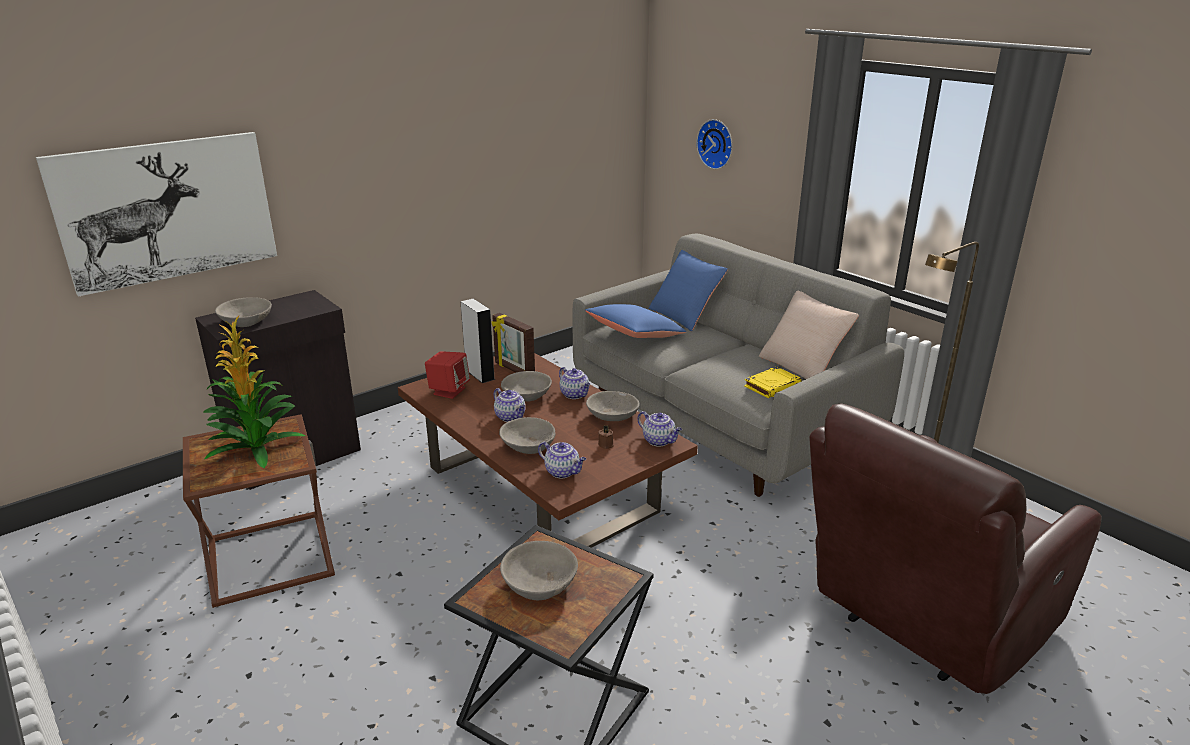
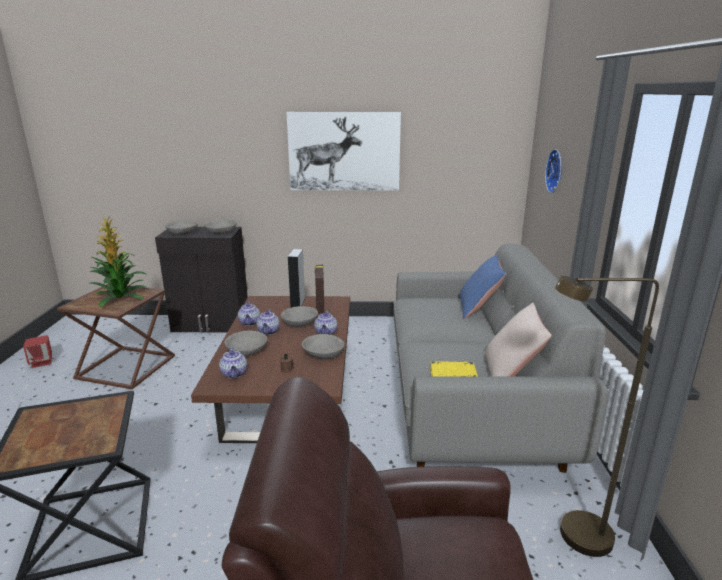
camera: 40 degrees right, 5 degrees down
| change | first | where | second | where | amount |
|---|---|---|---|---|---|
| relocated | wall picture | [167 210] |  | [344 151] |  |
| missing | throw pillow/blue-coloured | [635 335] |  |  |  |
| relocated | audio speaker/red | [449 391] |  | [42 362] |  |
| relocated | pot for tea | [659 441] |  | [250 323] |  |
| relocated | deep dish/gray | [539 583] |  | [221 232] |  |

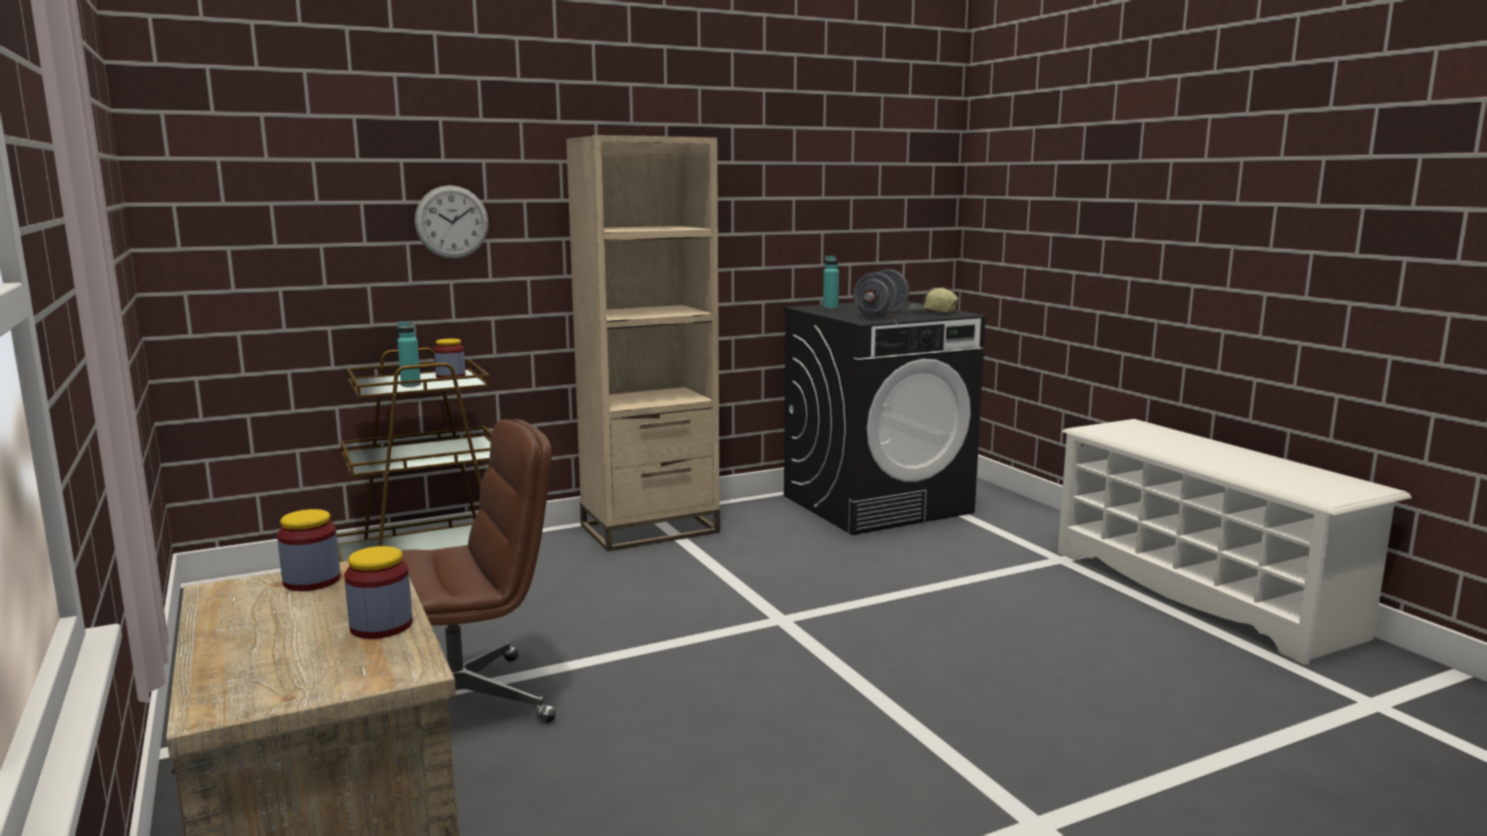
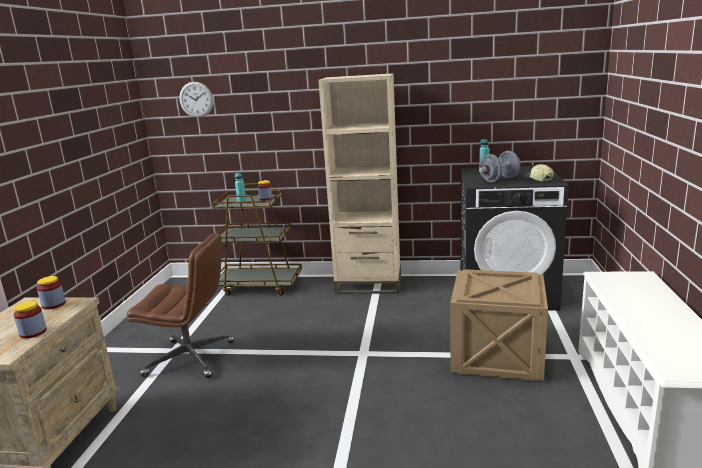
camera: 35 degrees right, 5 degrees up
| change | first | where | second | where | amount |
|---|---|---|---|---|---|
| relocated | hanging clock | [452 222] |  | [196 99] |  |
| appeared |  |  | crate | [495 356] |  |

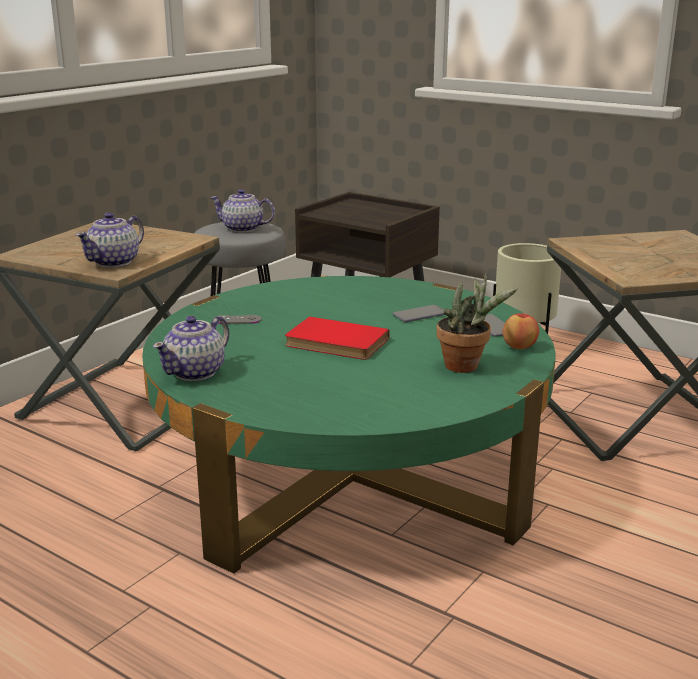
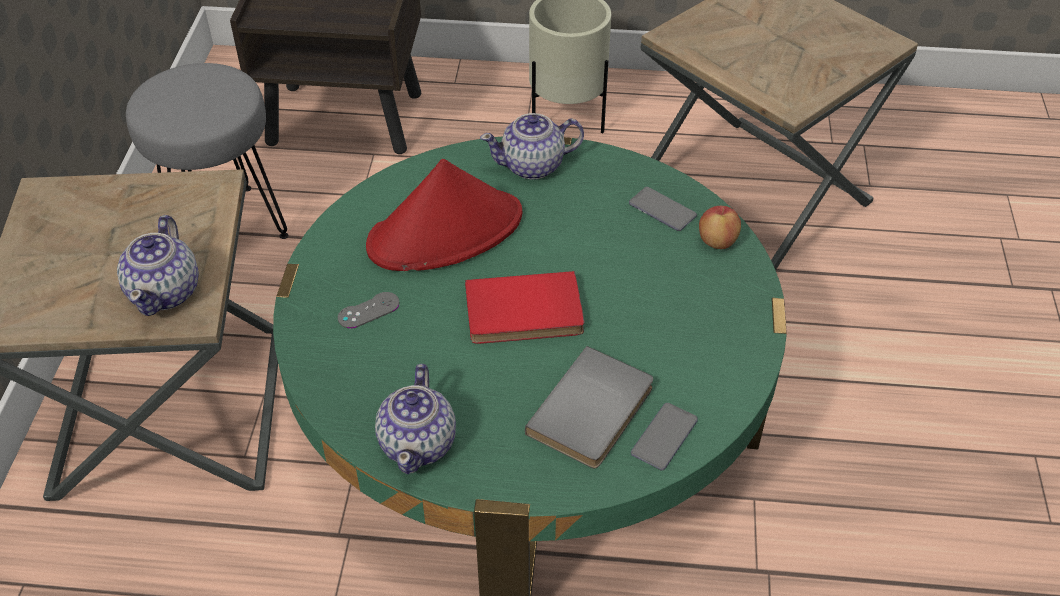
camera: 30 degrees left, 25 degrees up
| change | first | where | second | where | amount |
|---|---|---|---|---|---|
| relocated | pot for tea | [243 229] |  | [533 166] |  |
| missing | plant in a pot | [466 367] |  |  |  |
| relocated | phone | [420 315] |  | [664 437] |  |
| appeared |  |  | hat/red | [446 231] |  |
| appeared |  |  | bound book/gray | [594 412] |  |

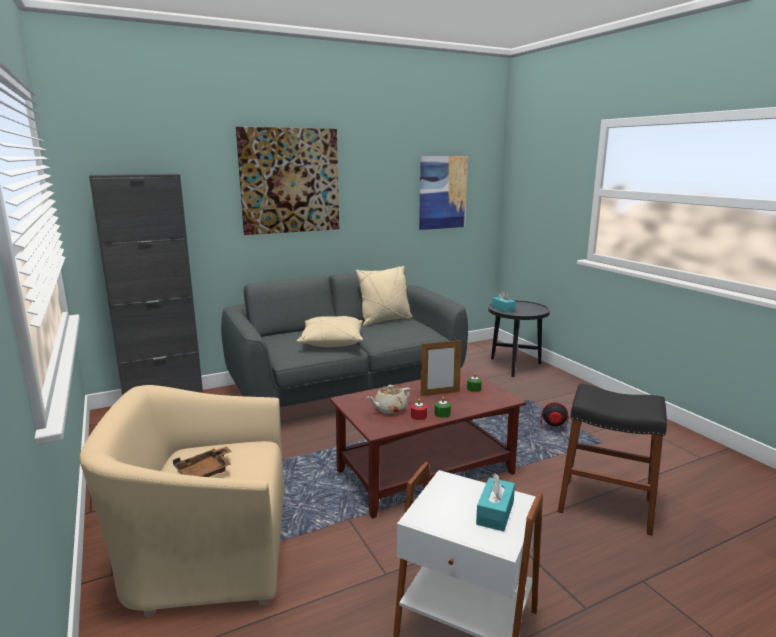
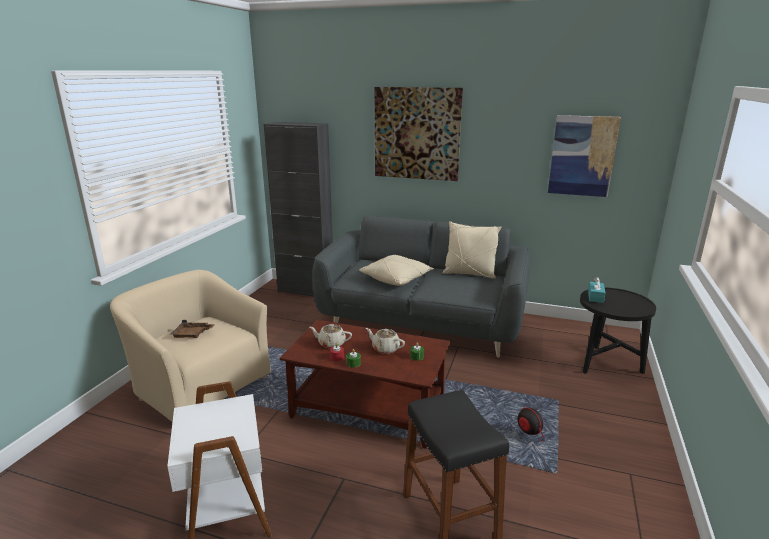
camera: 45 degrees right, 5 degrees up
| change | first | where | second | where | amount |
|---|---|---|---|---|---|
| exchanged | photo frame | [440 393] | pot for tea/beige-coloured | [385 348] |  |
| missing | box of tissues/blue-green | [495 513] |  |  |  |

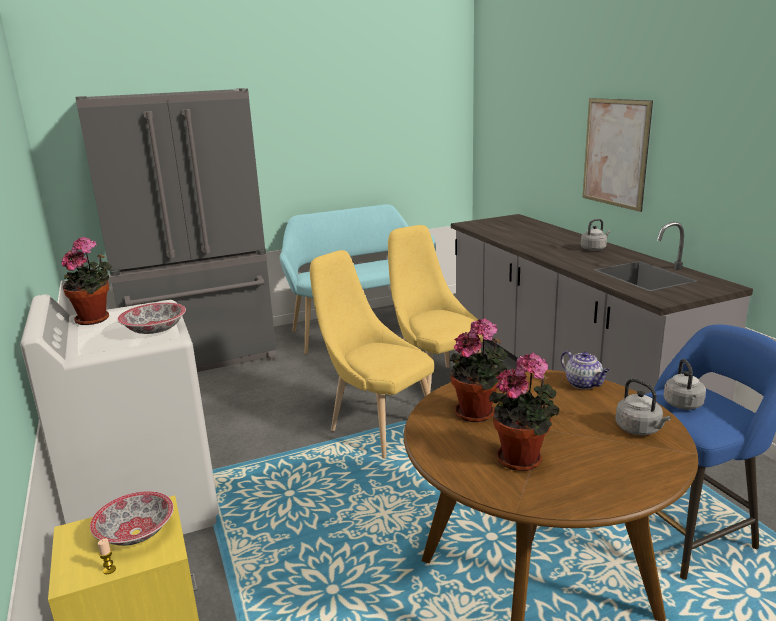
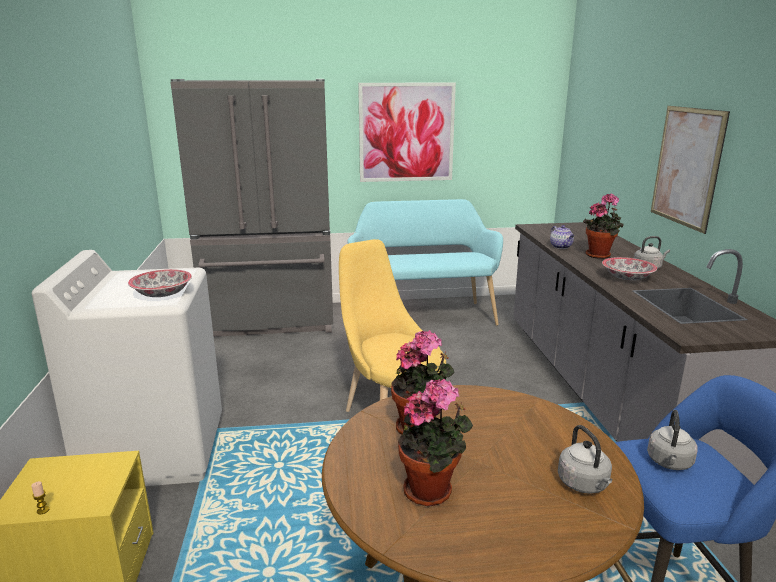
camera: 15 degrees right, 0 degrees up
| change | first | where | second | where | amount |
|---|---|---|---|---|---|
| missing | upright chair/yellowish | [436 384] |  |  |  |
| relocated | plant in a pot | [96 319] |  | [600 255] |  |
| relocated | pot for tea | [584 384] |  | [561 247] |  |
| relocated | deep dish | [135 533] |  | [627 278] |  |
| appeared |  |  | wall picture | [406 132] |  |

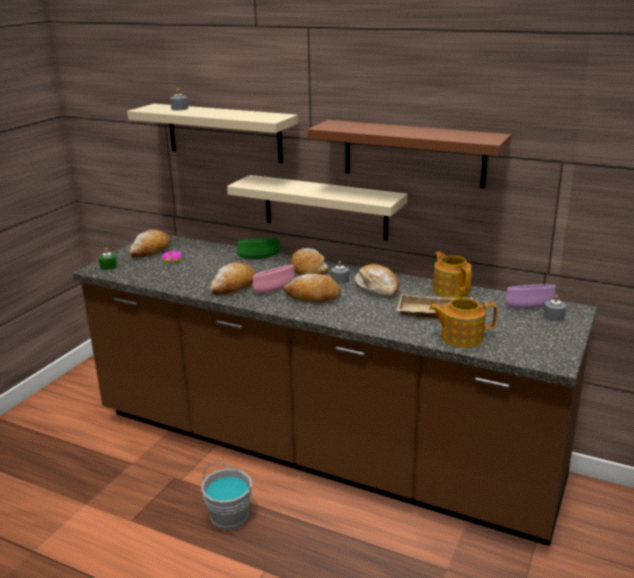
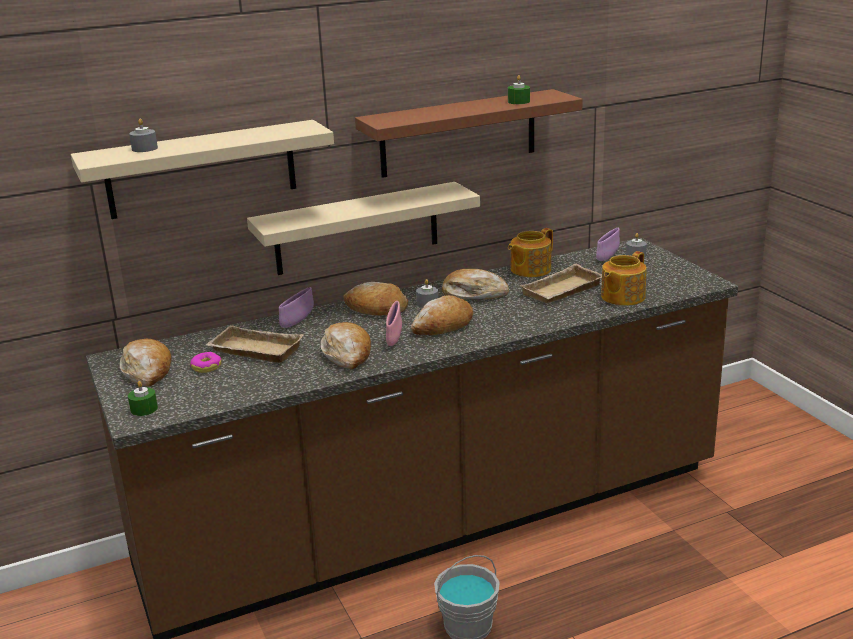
camera: 50 degrees left, 0 degrees up
| change | first | where | second | where | amount |
|---|---|---|---|---|---|
| colour | deep dish/greenish | [259 258] | deep dish/purplish | [297 321] |  |
| spun | pot for tea | [451 290] |  | [529 270] | 60 degrees counterclockwise |
| appeared |  |  | candle/greenish | [518 101] |  |
| appeared |  |  | serving tray/beige-coloured | [253 351] |  |

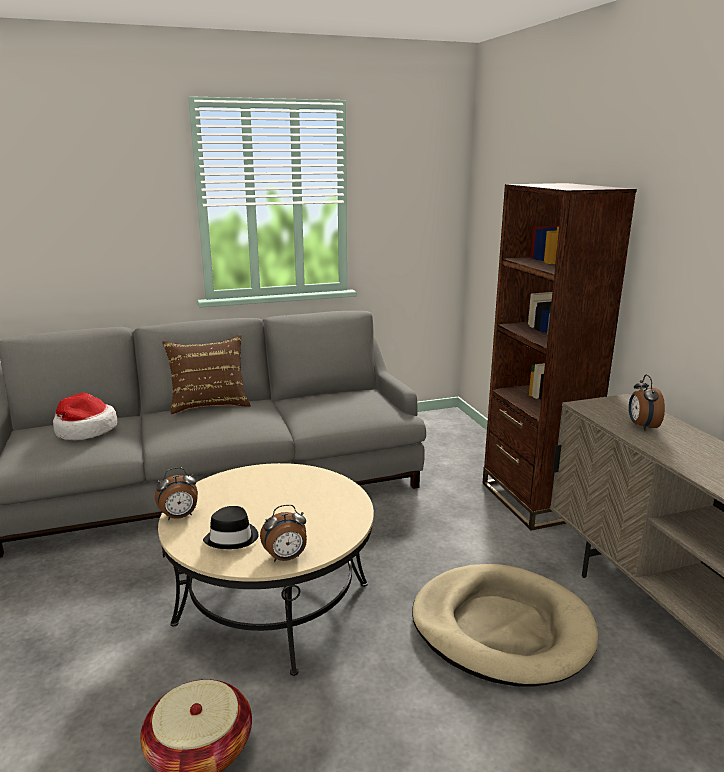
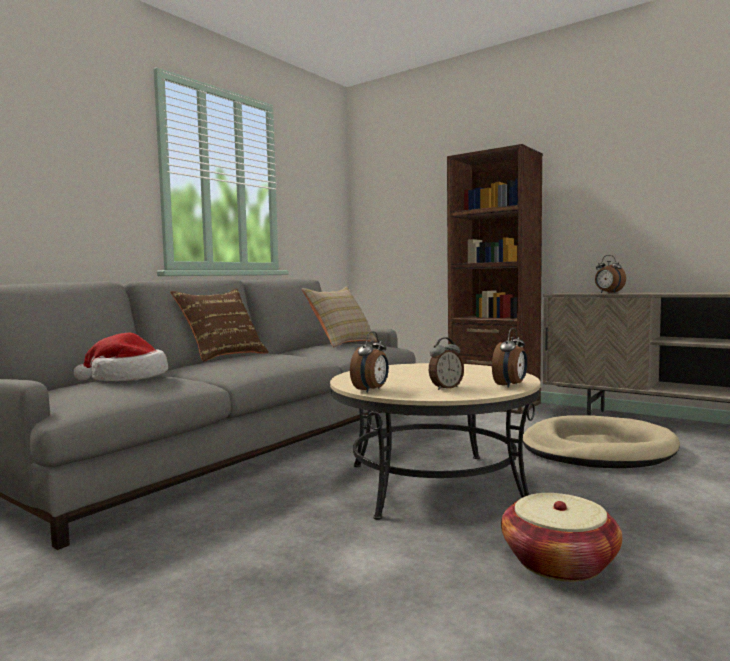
camera: 35 degrees left, 15 degrees down
| change | first | where | second | where | amount |
|---|---|---|---|---|---|
| exchanged | hat/black | [232 537] | table clock | [445 388] |  |
| appeared |  |  | throw pillow/beige-coloured | [342 344] |  |

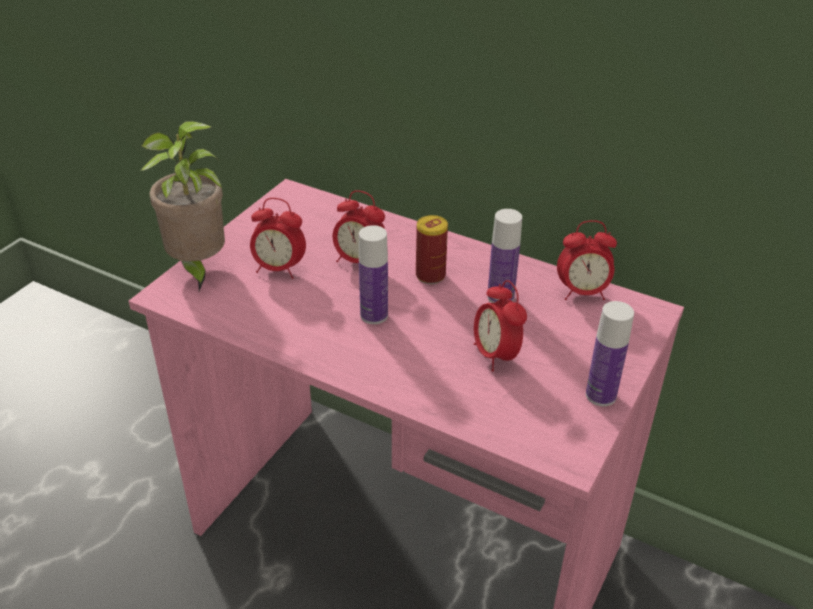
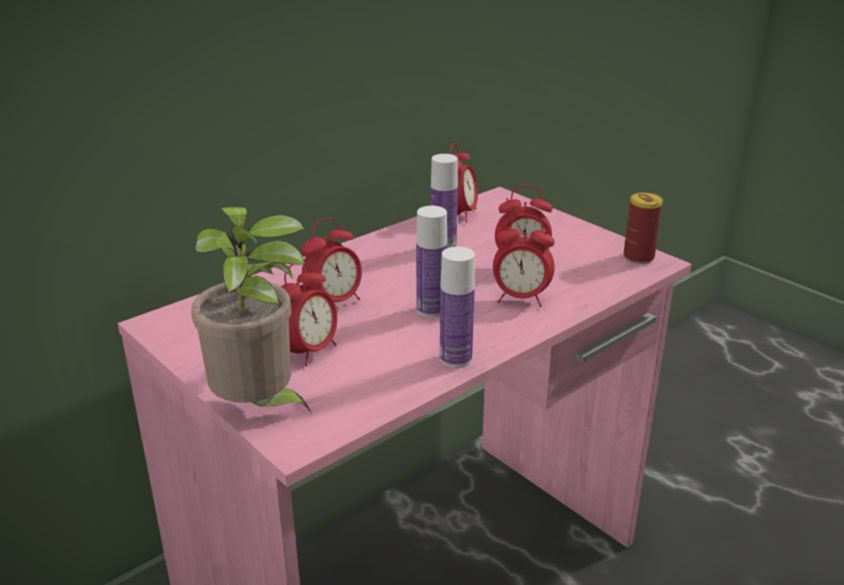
camera: 70 degrees left, 10 degrees down
| change | first | where | second | where | amount |
|---|---|---|---|---|---|
| relocated | can | [430 275] |  | [638 257] |  |
| relocated | bottle | [600 395] |  | [455 358] |  |
| appeared |  |  | table clock | [521 299] |  |

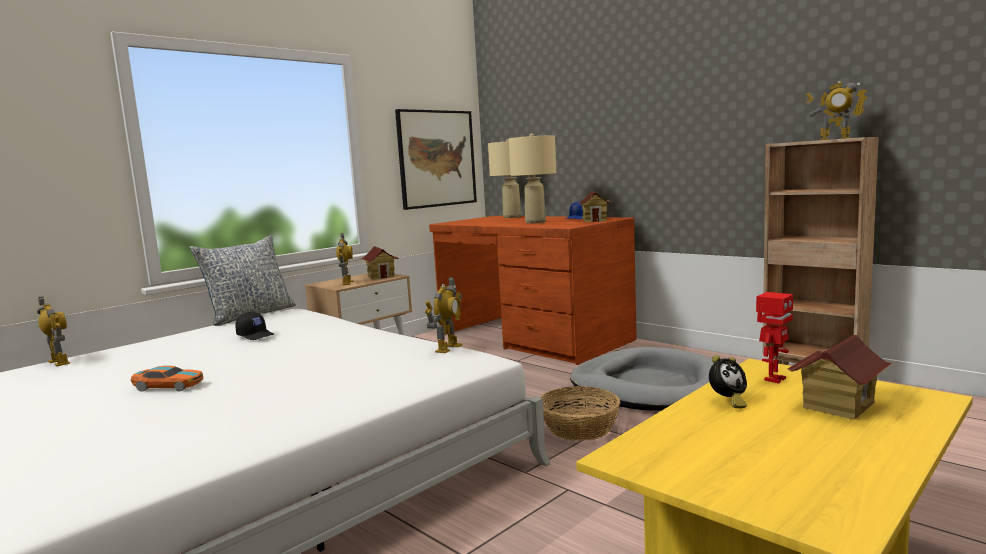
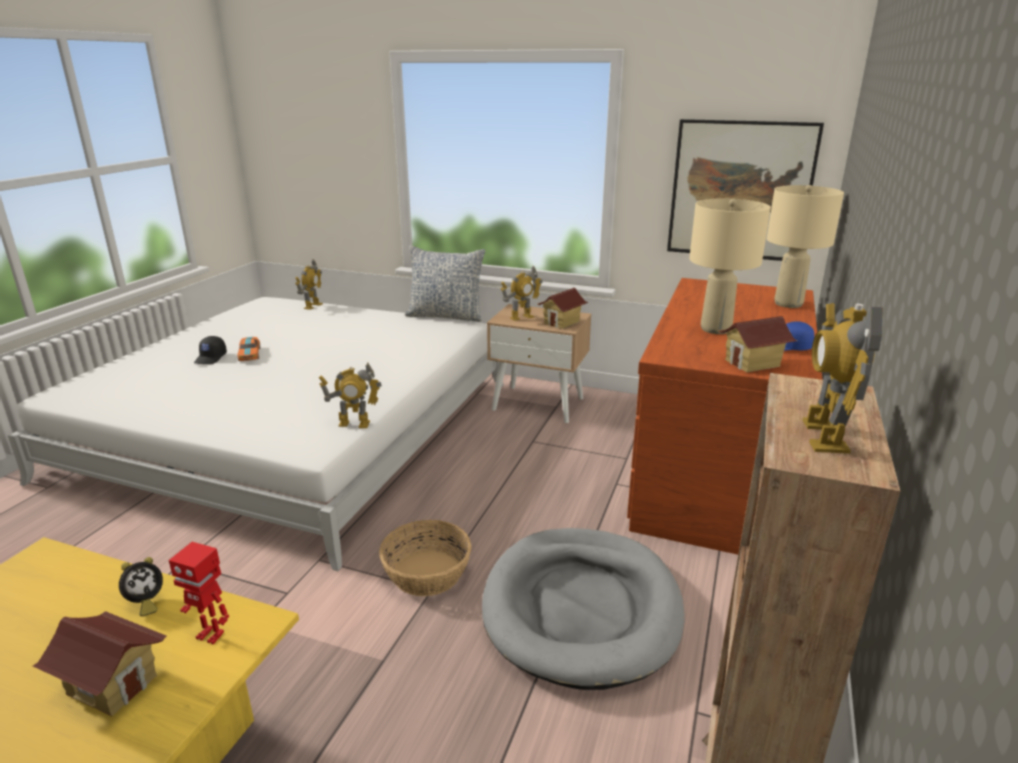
camera: 65 degrees right, 15 degrees up
| change | first | where | second | where | amount |
|---|---|---|---|---|---|
| relocated | peaked cap/black | [256 335] |  | [211 358] |  |
| spun | table clock | [727 402] |  | [145 603] | 90 degrees counterclockwise |

